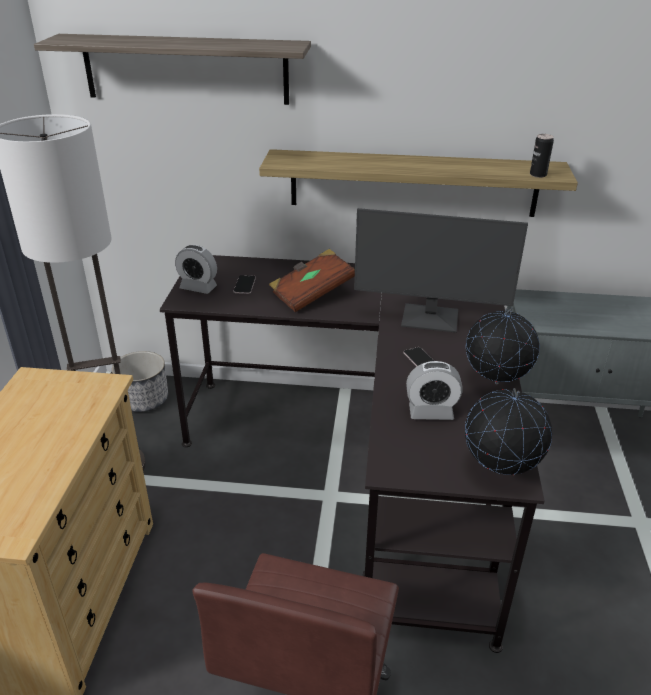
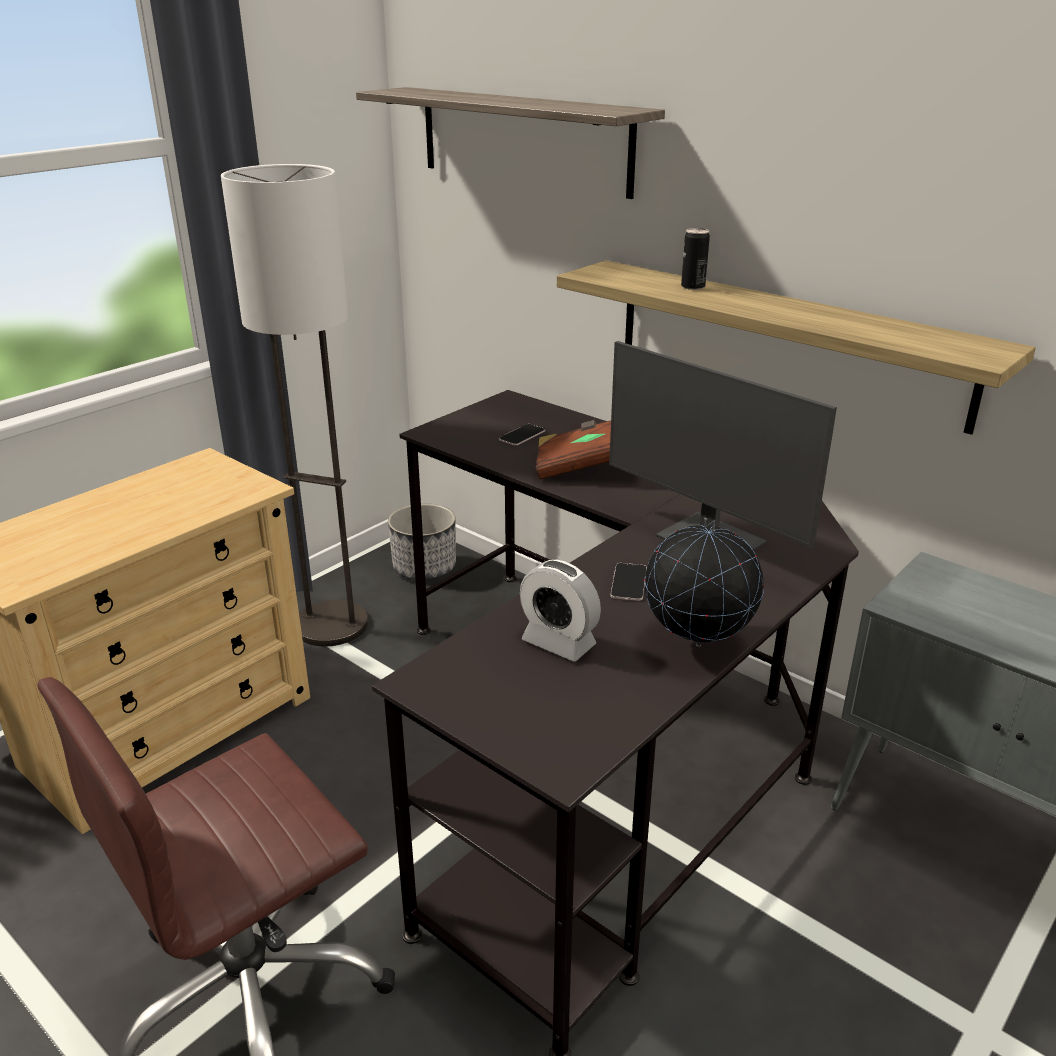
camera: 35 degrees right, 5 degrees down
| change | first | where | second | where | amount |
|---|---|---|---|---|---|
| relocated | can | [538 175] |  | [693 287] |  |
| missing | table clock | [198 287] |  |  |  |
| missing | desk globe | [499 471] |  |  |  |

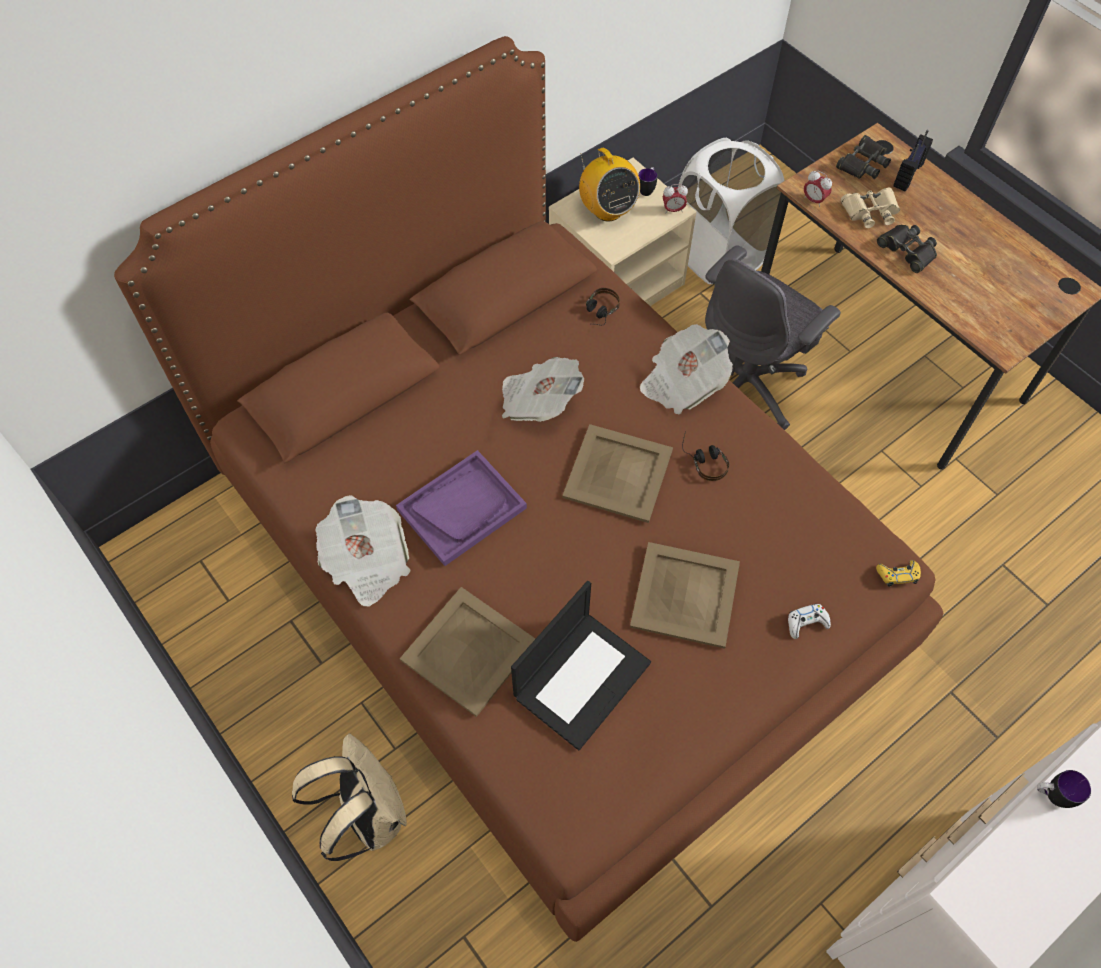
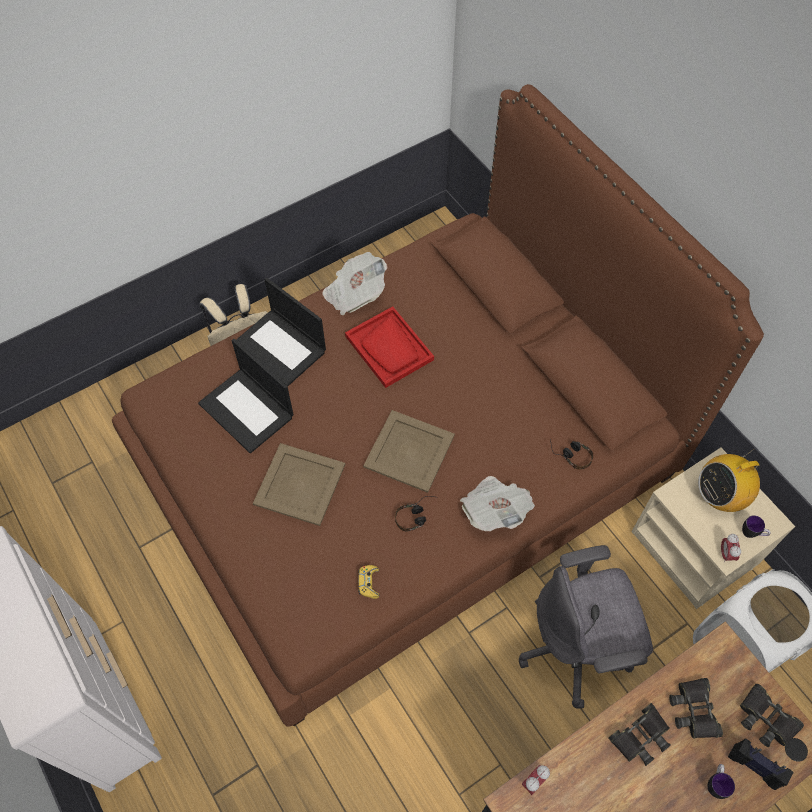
camera: 95 degrees right, 0 degrees up
| change | first | where | second | where | amount |
|---|---|---|---|---|---|
| relocated | table clock | [814 200] |  | [533 782] |  |
| colour | pair of binoculars/beige-coloured | [870 211] | pair of binoculars/black | [694 710] |  |
| spun | office chair/gray | [746 385] |  | [576 648] | 60 degrees counterclockwise |
| missing | daily paper | [539 402] |  |  |  |
| colour | serving tray/purplish | [462 508] | serving tray/red | [389 348] |  |
| relocated | joypad/yellowish | [897 575] |  | [369 583] |  |
| exchanged | serving tray/beige-coloured | [468 649] | portable computer | [281 347] |  |
| missing | joypad/white-coloured | [806 623] |  |  |  |
| relocated | mug | [1051 795] |  | [715 783] |  |

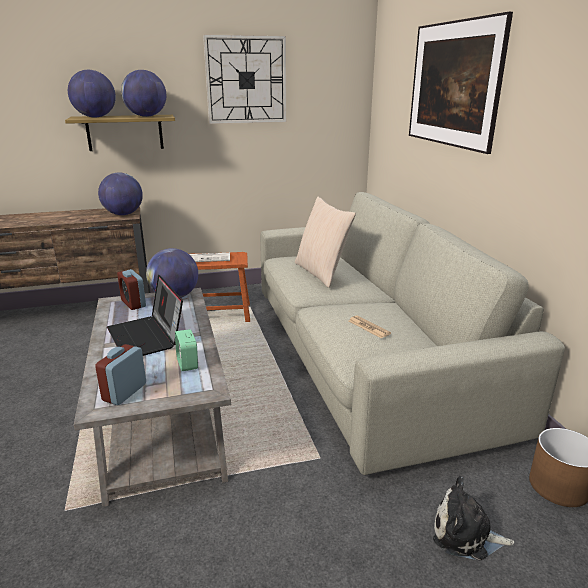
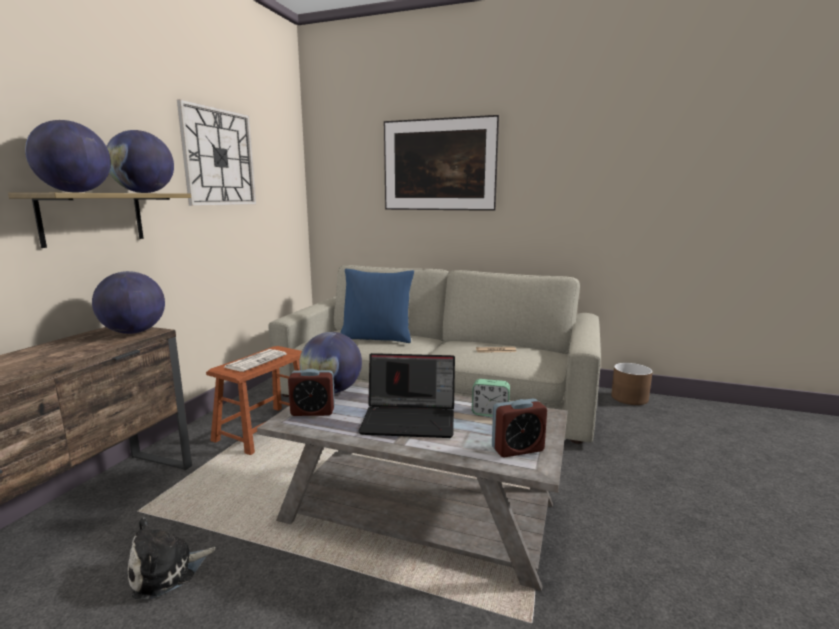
camera: 55 degrees left, 10 degrees down
| change | first | where | second | where | amount |
|---|---|---|---|---|---|
| colour | throw pillow/beige-coloured | [321 273] | throw pillow/blue-coloured | [377 338] |  |
| spun | table clock | [125 392] |  | [517 449] | 75 degrees counterclockwise |
| relocated | plush toy | [466 534] |  | [167 571] |  |

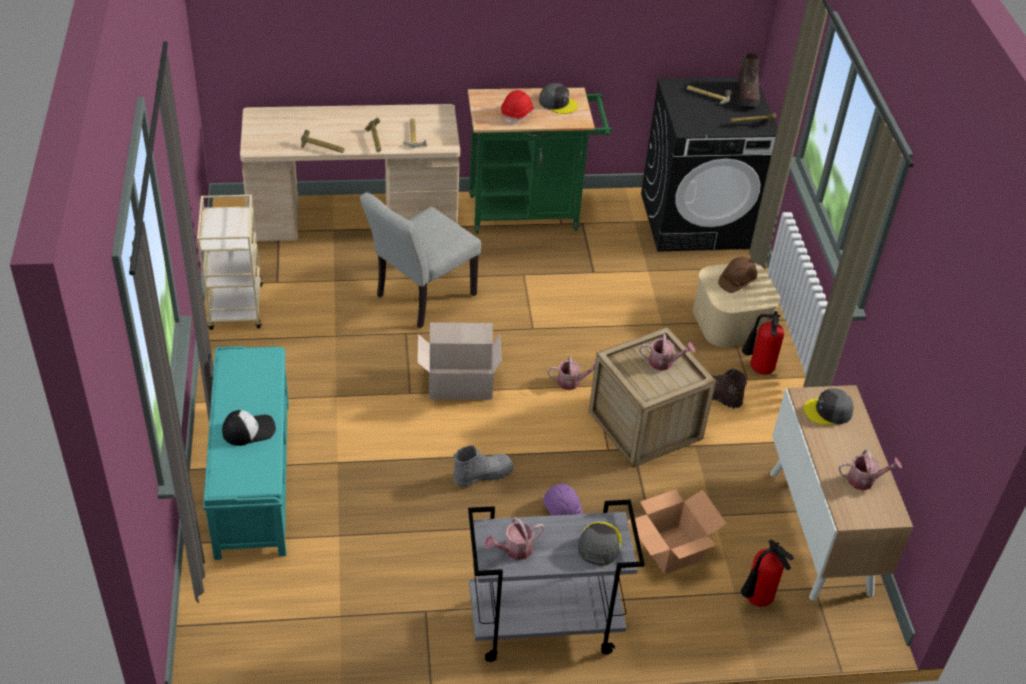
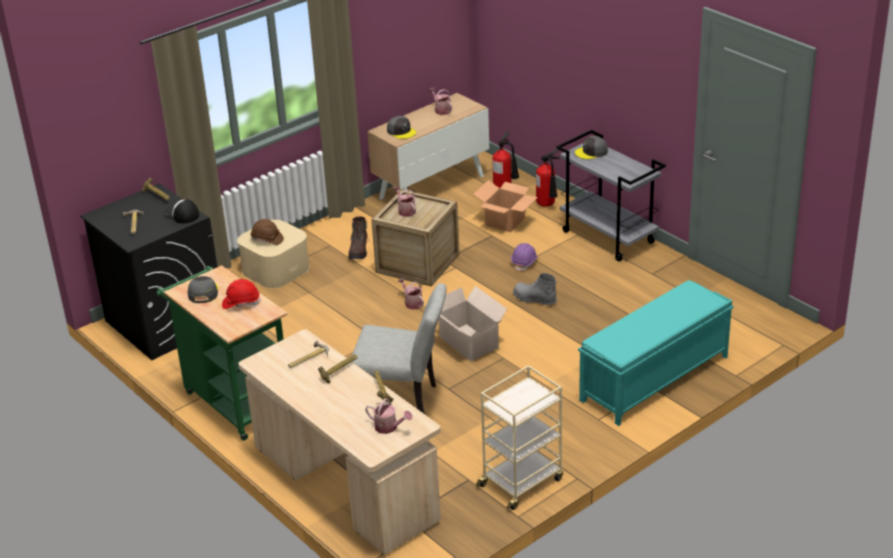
camera: 120 degrees left, 10 degrees down
| change | first | where | second | where | amount |
|---|---|---|---|---|---|
| missing | high-top boot/brown | [747 96] |  |  |  |
| relocated | fire-fighting cylinder | [757 369] |  | [548 205] |  |
| relocated | peaked cap | [249 430] |  | [181 215] |  |
| relocated | watering pot | [514 550] |  | [389 427] |  |

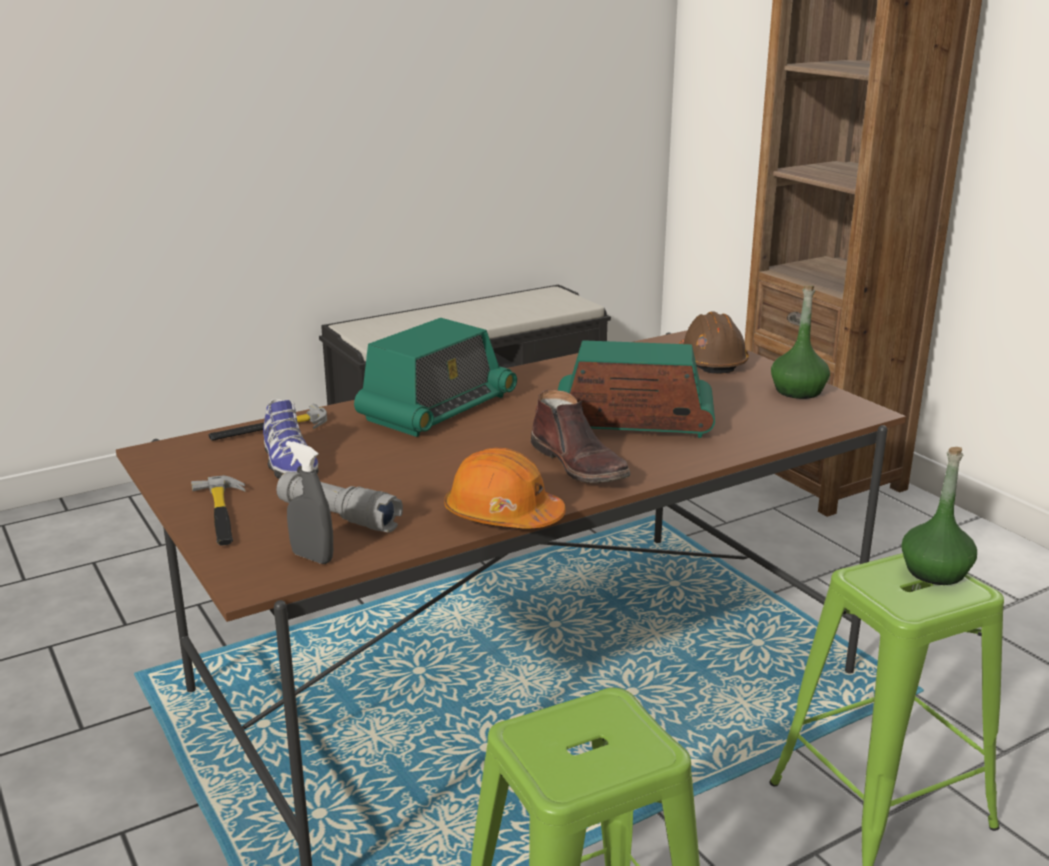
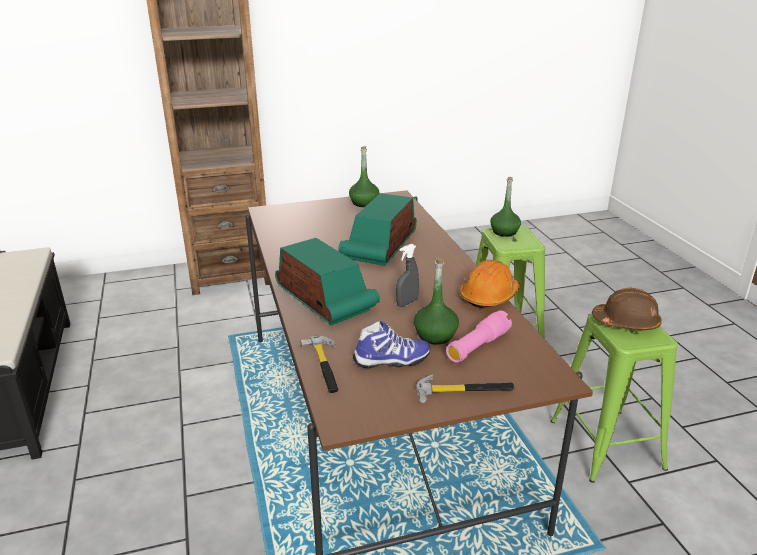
camera: 75 degrees left, 5 degrees up
| change | first | where | second | where | amount |
|---|---|---|---|---|---|
| relocated | work helmet/brown | [711 361] |  | [626 322] |  |
| missing | high-top boot/brown | [580 465] |  |  |  |
| relocated | sprayer/gray | [312 557] |  | [407 303] |  |
| colour | torch/gray | [339 516] | torch/pink-coloured | [478 346] |  |
| appeared |  |  | bottle/greenish | [435 335] |  |

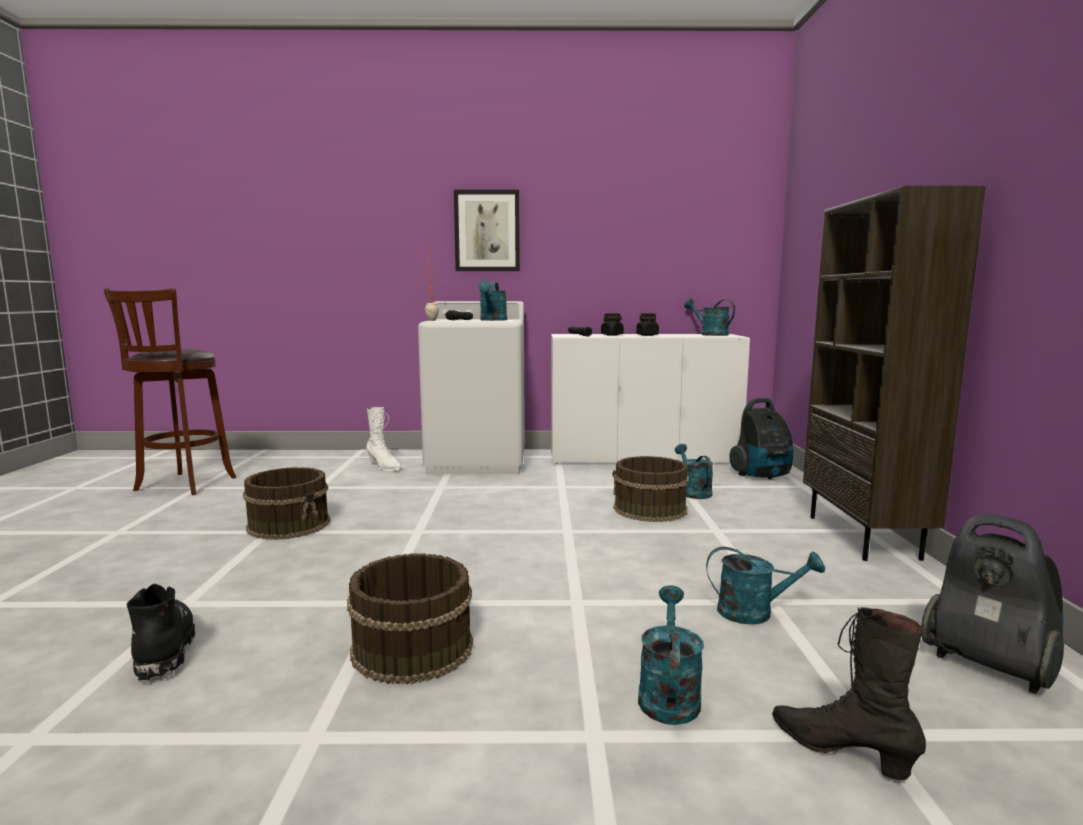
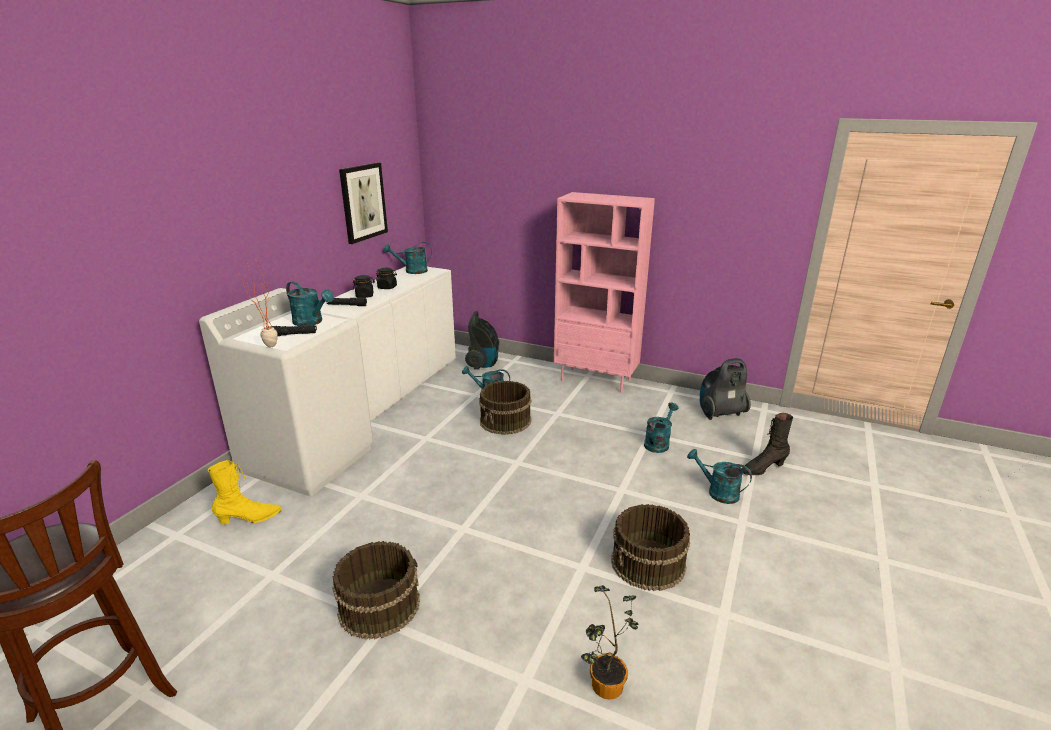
camera: 65 degrees left, 15 degrees up
| change | first | where | second | where | amount |
|---|---|---|---|---|---|
| colour | bookcase/brown | [864 537] | bookcase/pink-coloured | [596 380] |  |
| relocated | wall picture | [487 231] |  | [363 202] |  |
| colour | high-top boot/white-coloured | [384 466] | high-top boot/yellowish | [249 518] |  |
| exchanged | high-top boot/black | [163 650] | plant in a pot | [603 688] |  |

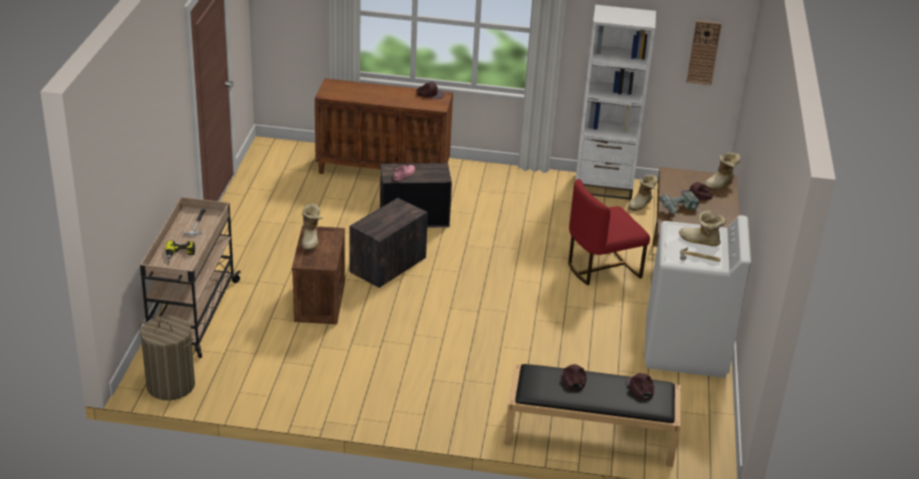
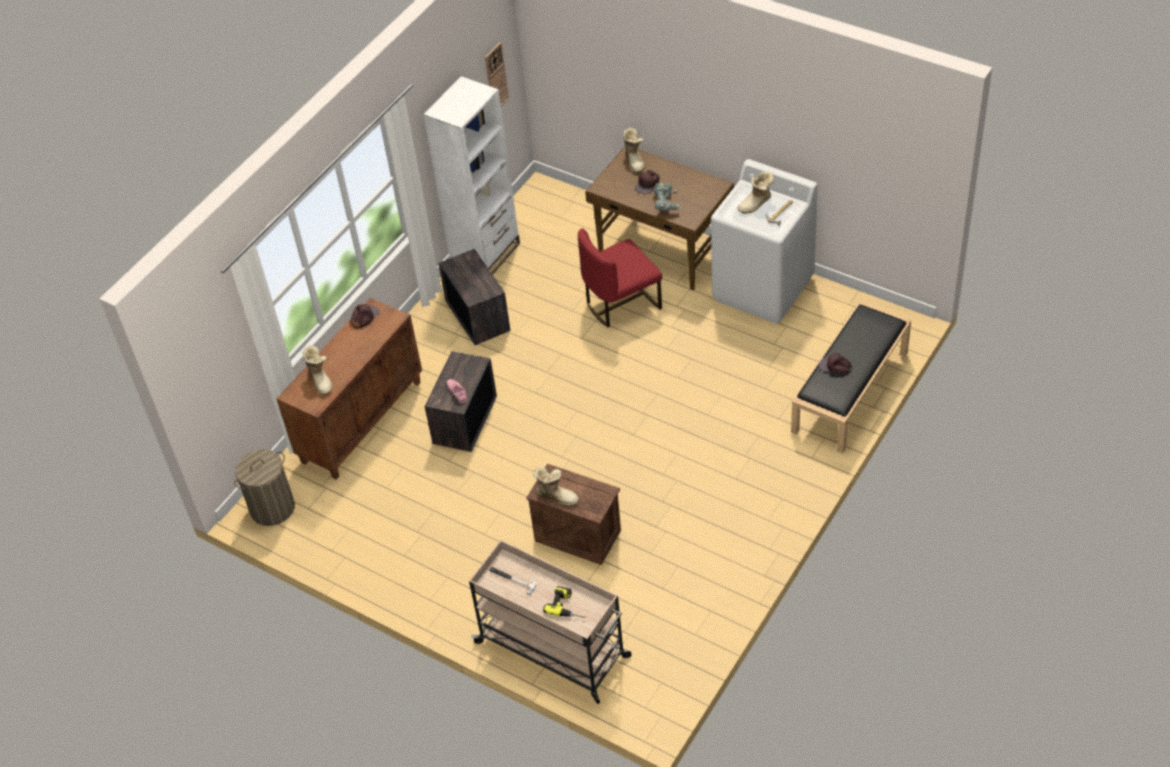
camera: 60 degrees left, 15 degrees up
| change | first | where | second | where | amount |
|---|---|---|---|---|---|
| relocated | high-top boot | [641 204] |  | [321 380] |  |
| spun | upright chair/red | [602 268] |  | [621 303] | 60 degrees clockwise |
| relocated | crate | [387 265] |  | [478 316] |  |
| relocated | laundry basket | [171 385] |  | [272 508] |  |
| missing | peaked cap/brown | [640 388] |  |  |  |

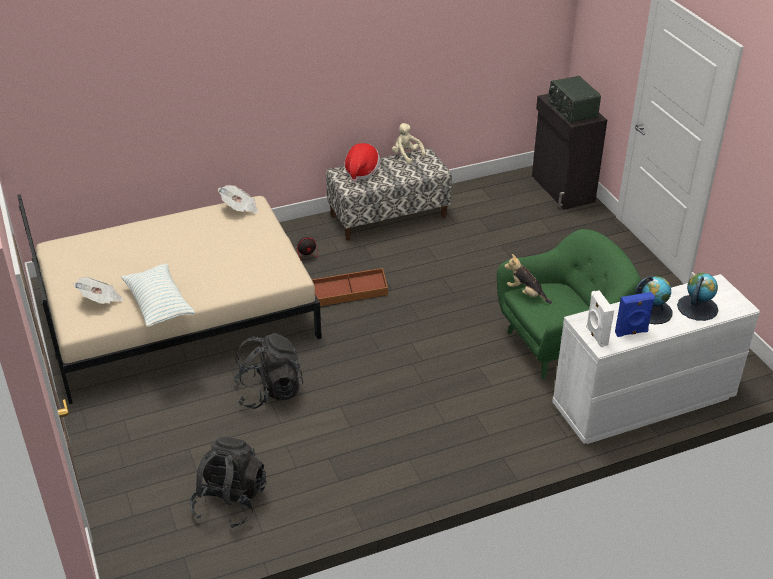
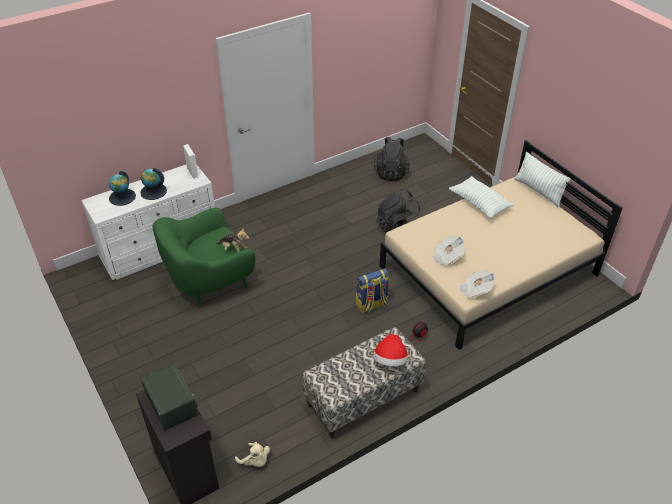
camera: 170 degrees right, 5 degrees up
| change | first | where | second | where | amount |
|---|---|---|---|---|---|
| relocated | plush toy/beige-coloured | [406 155] |  | [255 461] |  |
| exchanged | storage bin/brown | [349 294] | rucksack | [371 305] |  |
| relocated | daily paper | [101 300] |  | [447 257] |  |
| missing | audio speaker/blue-coloured | [631 332] |  |  |  |
| appeared |  |  | throw pillow | [538 191] |  |

